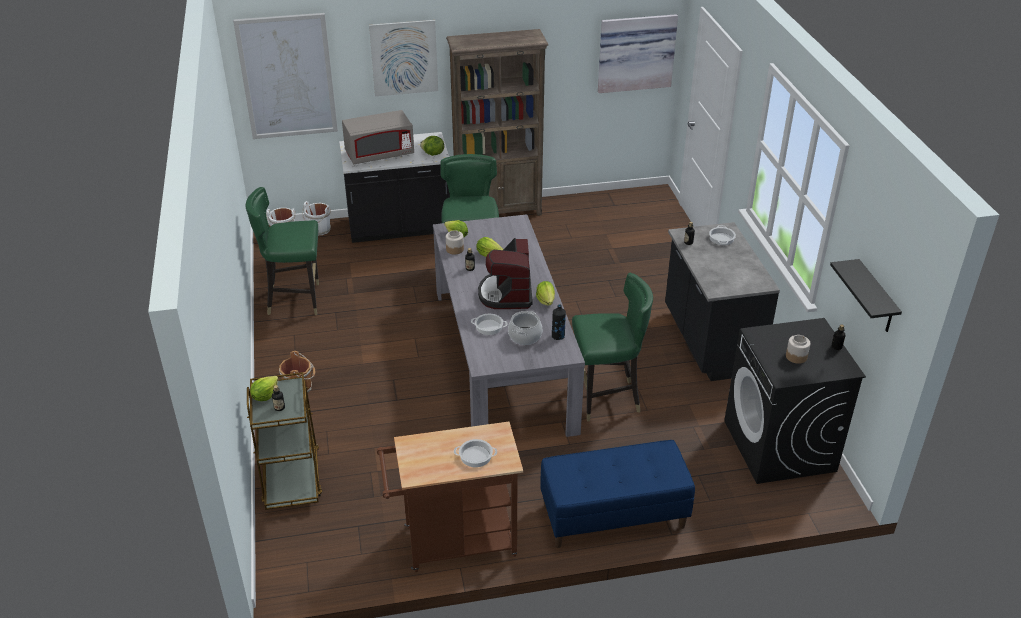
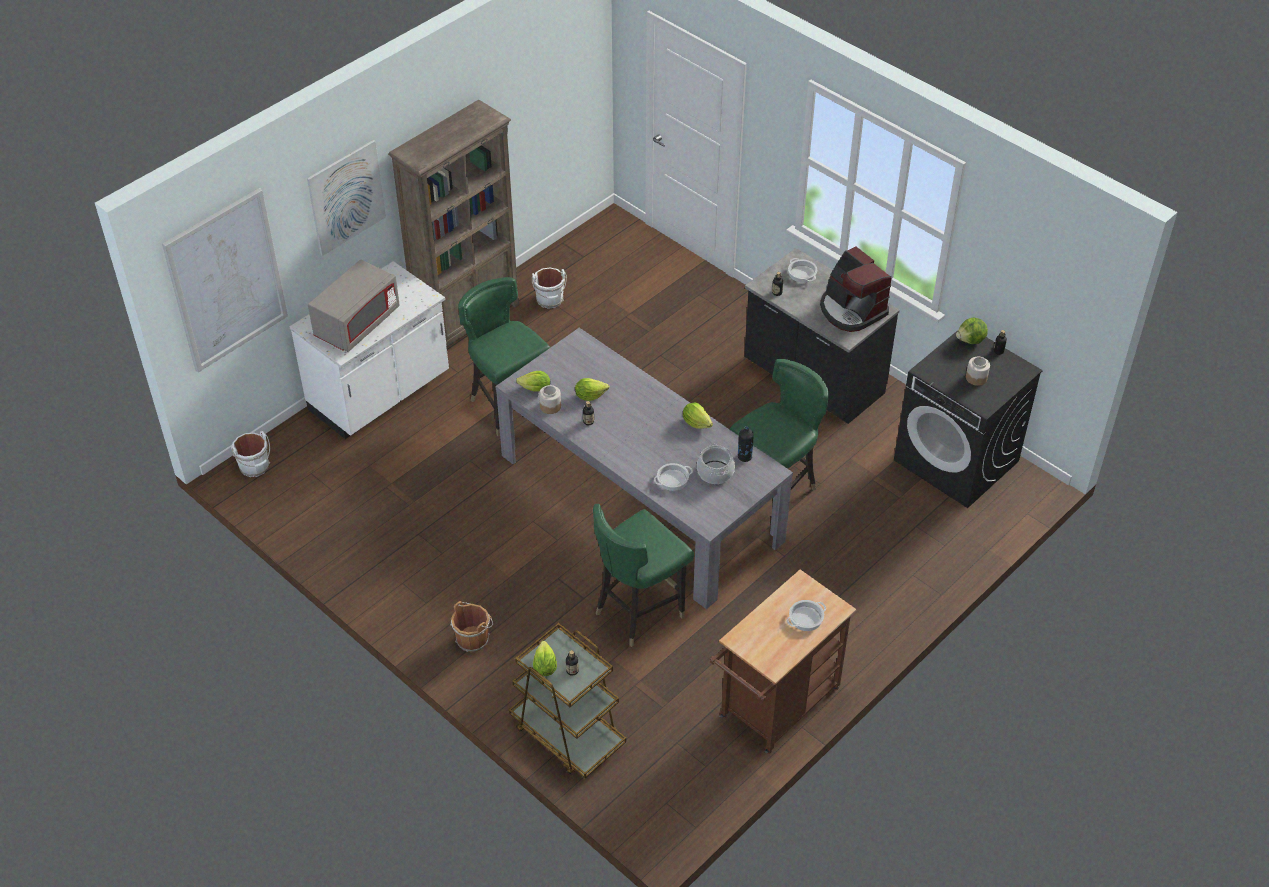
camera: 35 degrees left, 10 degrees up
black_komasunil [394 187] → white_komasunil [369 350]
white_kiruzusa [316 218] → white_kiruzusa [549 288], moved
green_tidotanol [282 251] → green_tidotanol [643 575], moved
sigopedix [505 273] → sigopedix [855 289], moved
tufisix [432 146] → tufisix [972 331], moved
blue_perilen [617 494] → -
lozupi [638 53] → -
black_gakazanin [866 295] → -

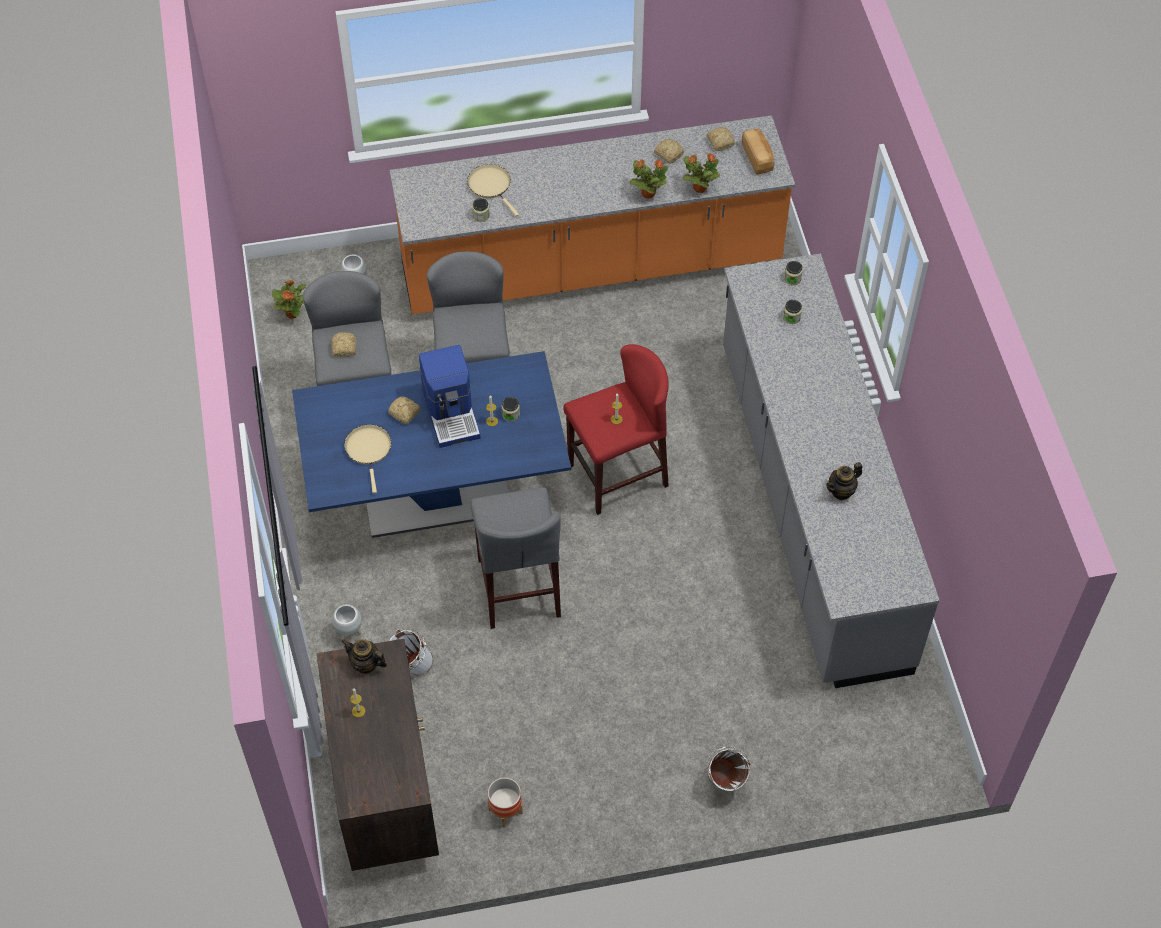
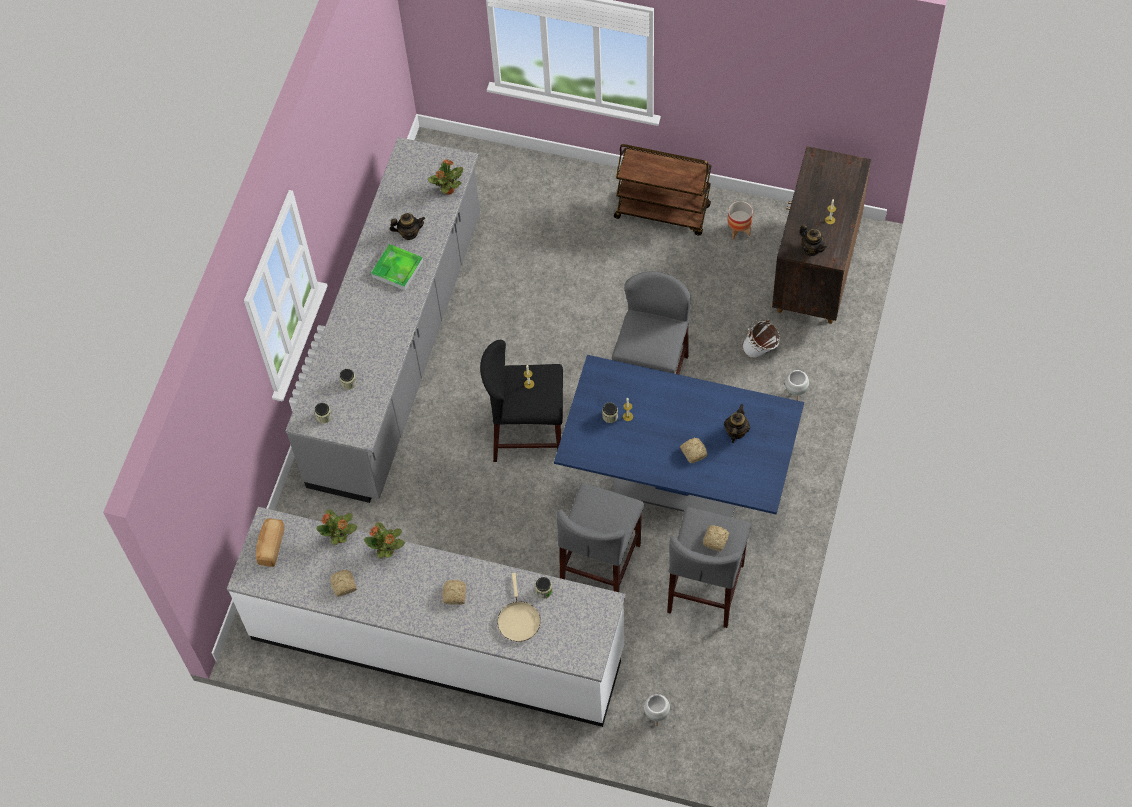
camera: 150 degrees left, 5 degrees up
orange_komasunil [592 214] → white_komasunil [426 617]
- → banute [397 267]
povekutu [289 299] → povekutu [445 177], moved
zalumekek [720 139] → zalumekek [454 592], moved
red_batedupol [616 429] → black_batedupol [521 401]
- → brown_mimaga [663 190]
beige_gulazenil [368 458] → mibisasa [737 423]
sigopedix [450 396] → -
white_kiruzusa [729 769] → -

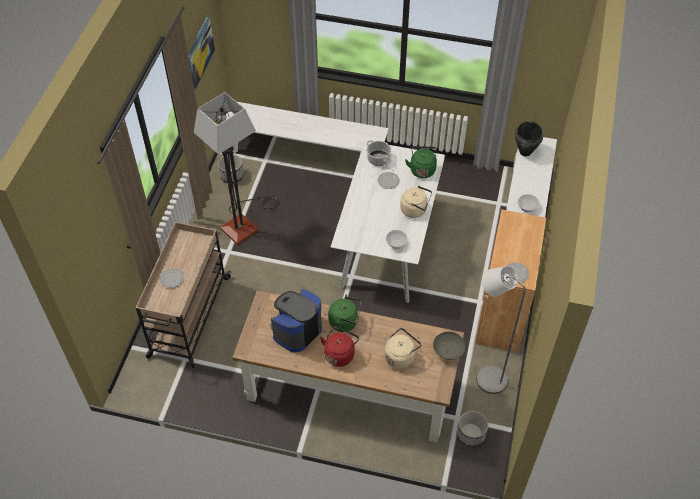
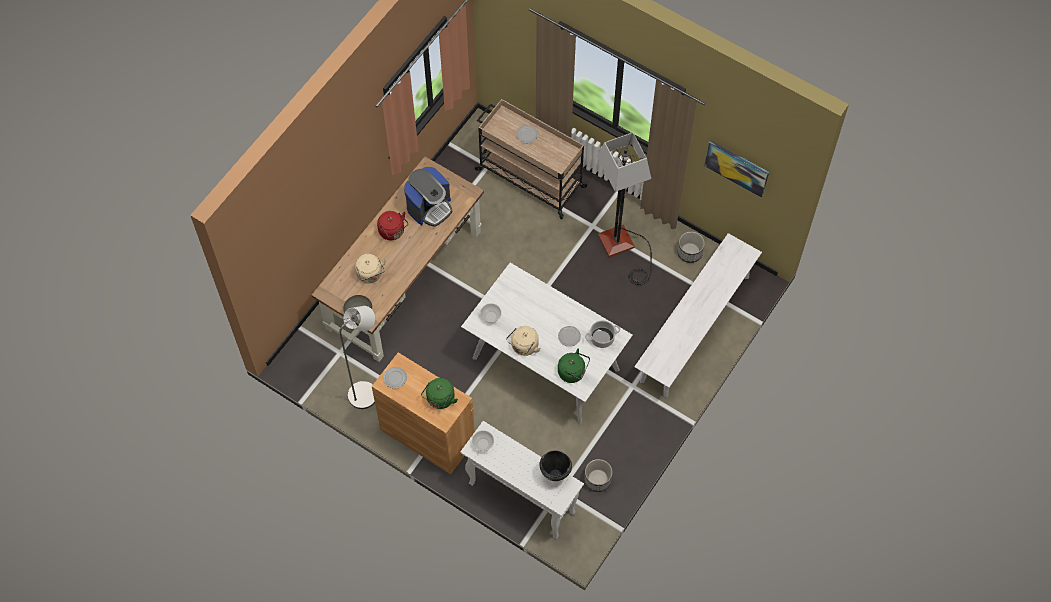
camera: 110 degrees right, 10 degrees up
sigopedix [296 320] → sigopedix [428 197], 75 degrees clockwise
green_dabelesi [344 313] → green_dabelesi [439 393], moved
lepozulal [472 429] → lepozulal [598 475], moved

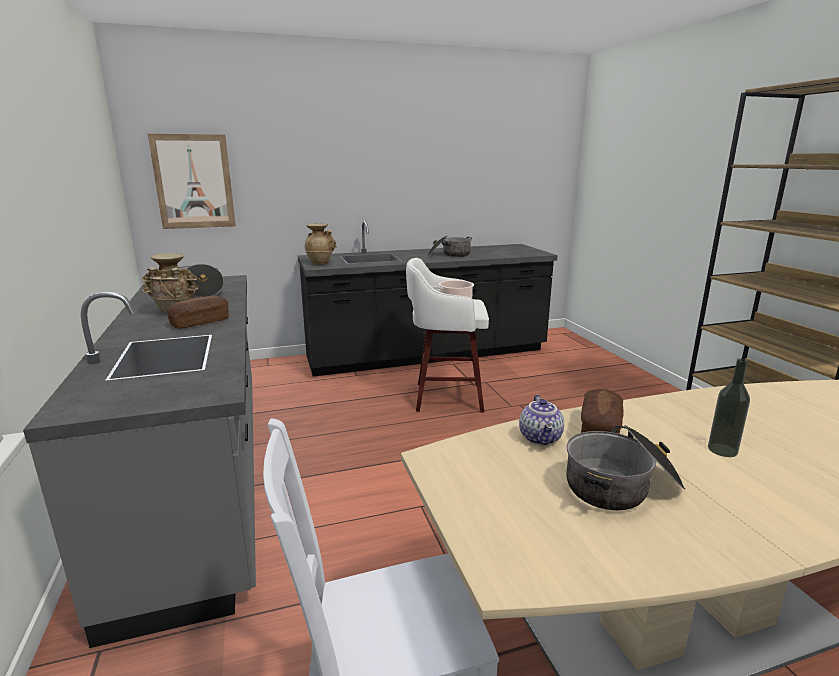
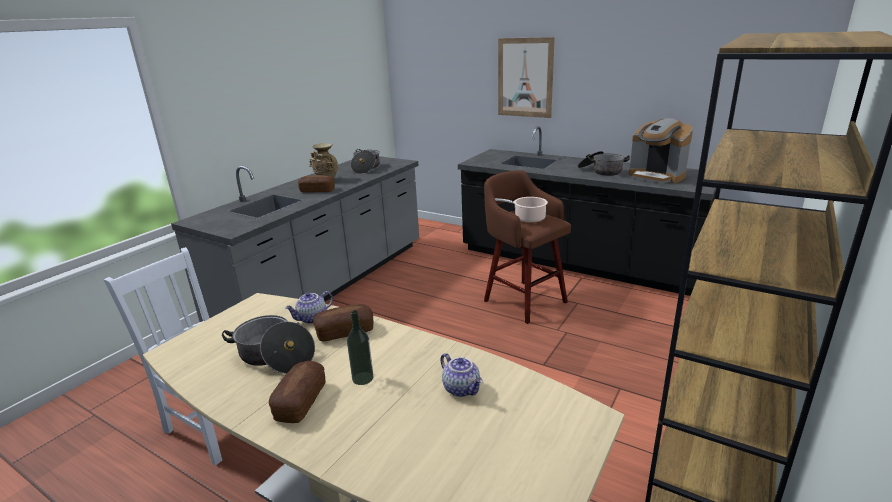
camera: 50 degrees right, 5 degrees up
- → zalumekek [297 392]
- → mibisasa [461 375]
white_batedupol [447 335] → brown_batedupol [527 247]
lozupi [192 181] → lozupi [526 77], moved
- → sigopedix [661 151]
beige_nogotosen [321 244] → -

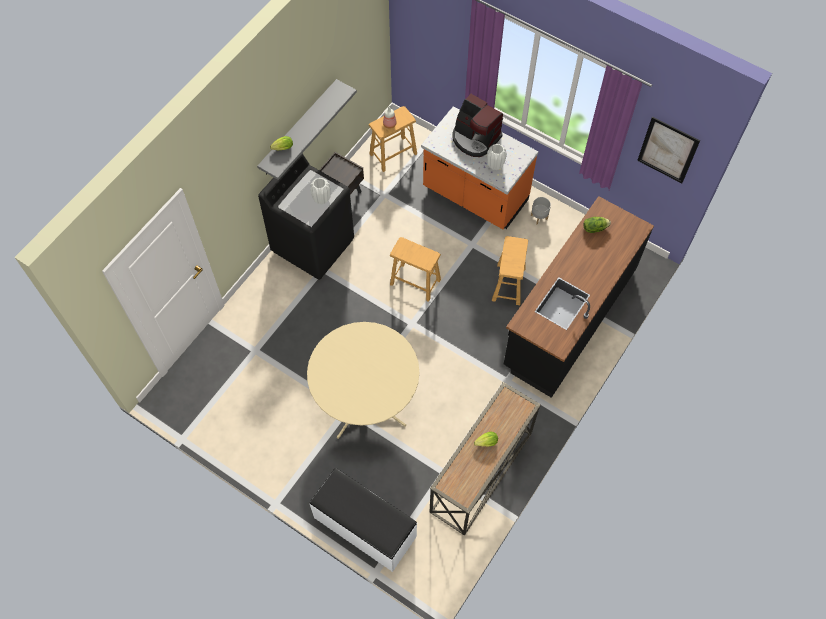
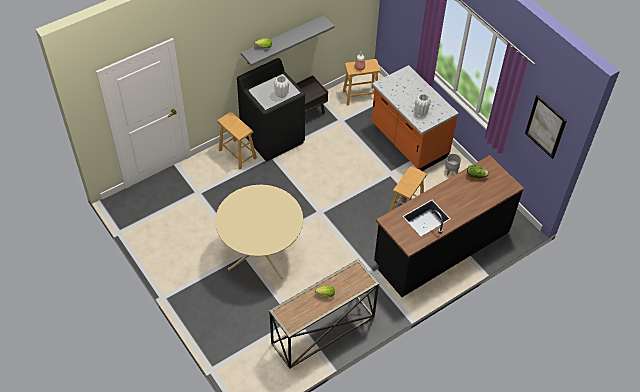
camera: 20 degrees right, 10 degrees down
brown_batedupol [415 269] → brown_batedupol [237 140], moved
white_perilen [363 520] → -
sigopedix [477 125] → -

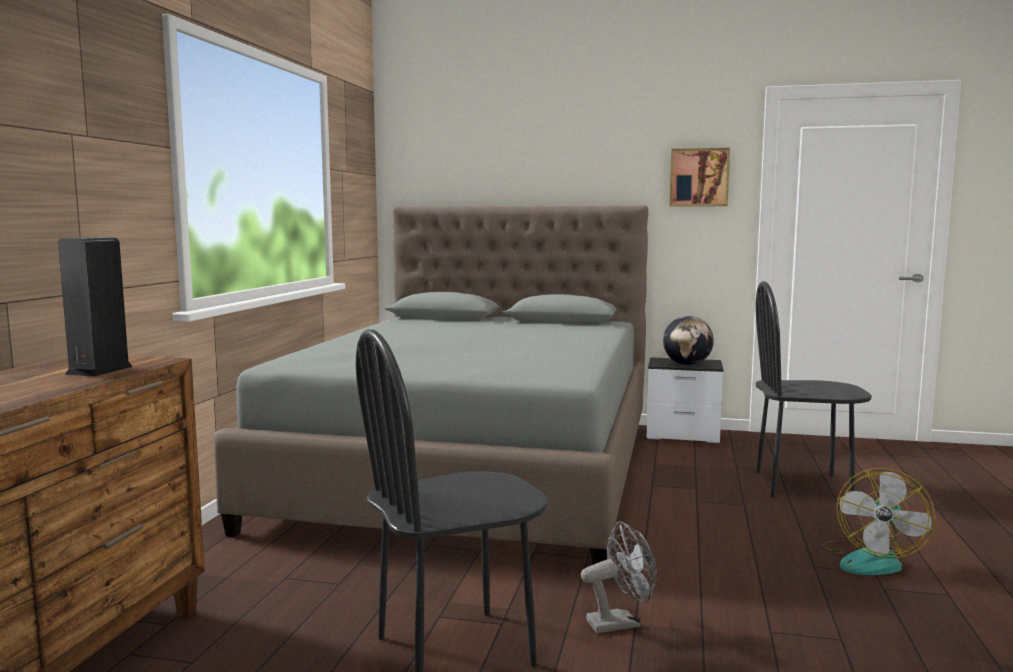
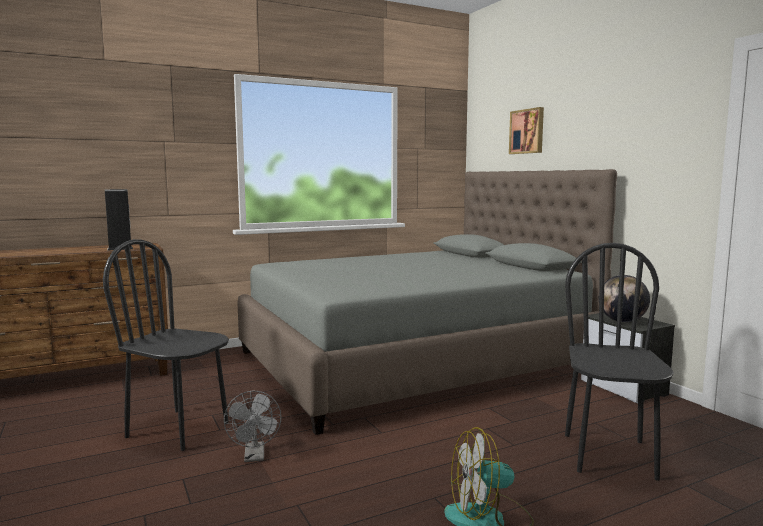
camera: 50 degrees right, 0 degrees up
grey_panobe [619 577] → grey_panobe [253 426], 45 degrees clockwise
lozupi [700 177] → lozupi [526 130], moved
black_tidotanol [813 389] → black_tidotanol [619 362], 45 degrees clockwise

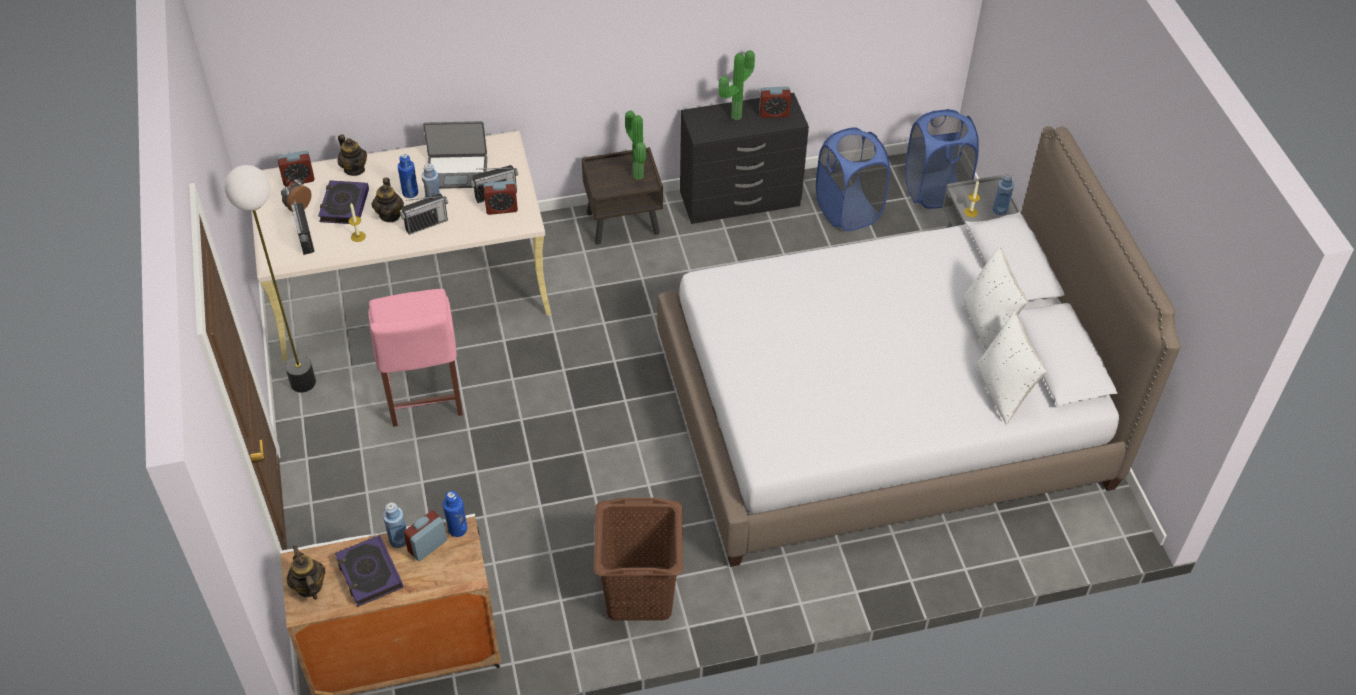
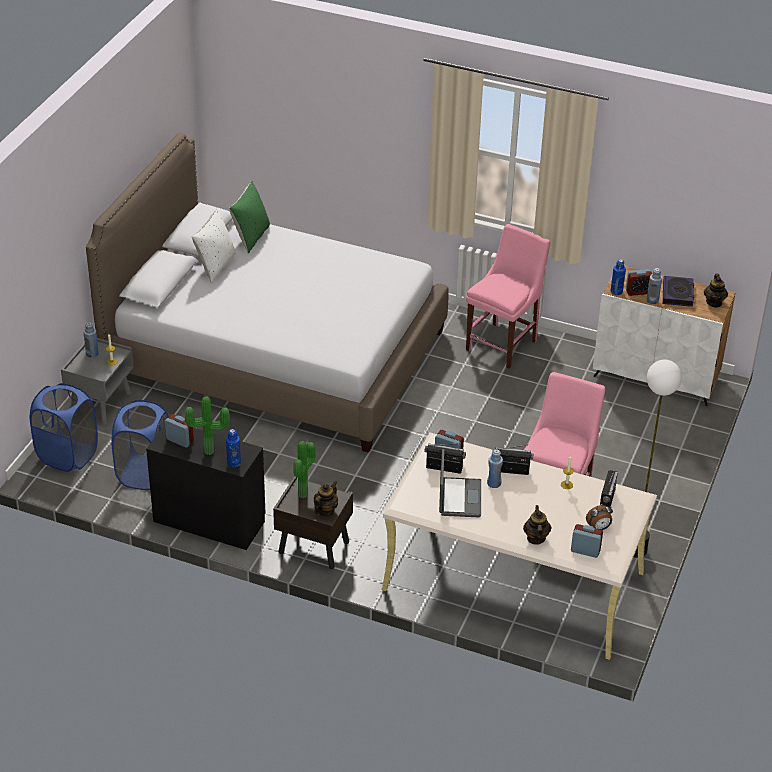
camera: 145 degrees left, 10 degrees down
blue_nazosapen [408 176] → blue_nazosapen [233 448], moved
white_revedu [1011 368] → green_revedu [249 217]
mibisasa [388 200] → mibisasa [326 498], moved
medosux [455 155] → medosux [460 483], 60 degrees clockwise
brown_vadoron [638 559] → pink_tidotanol [508 296]
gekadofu [343 202] → -

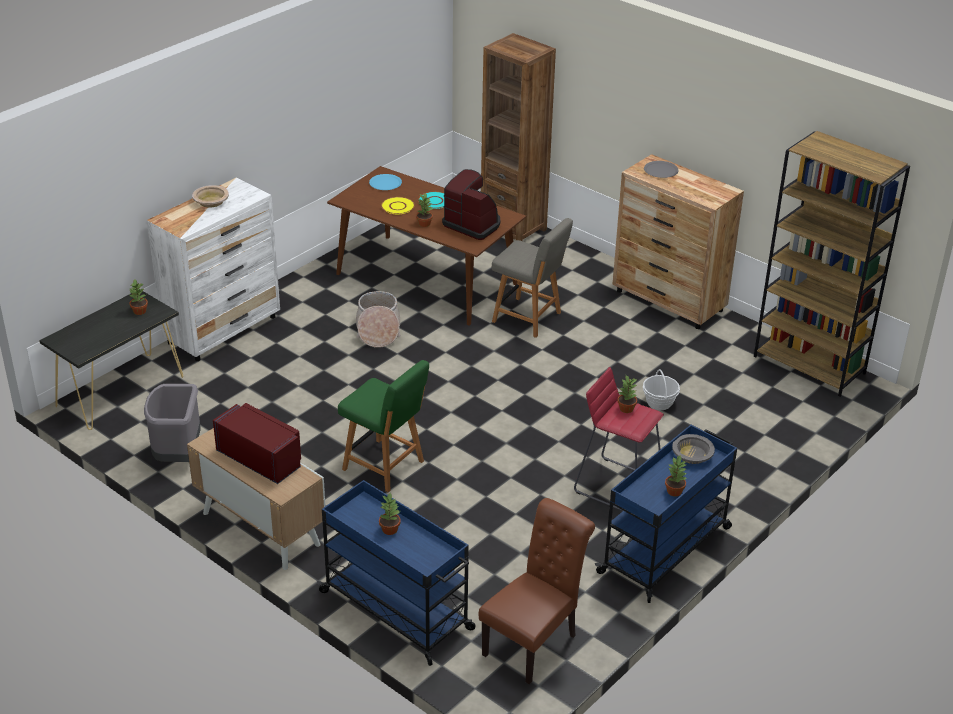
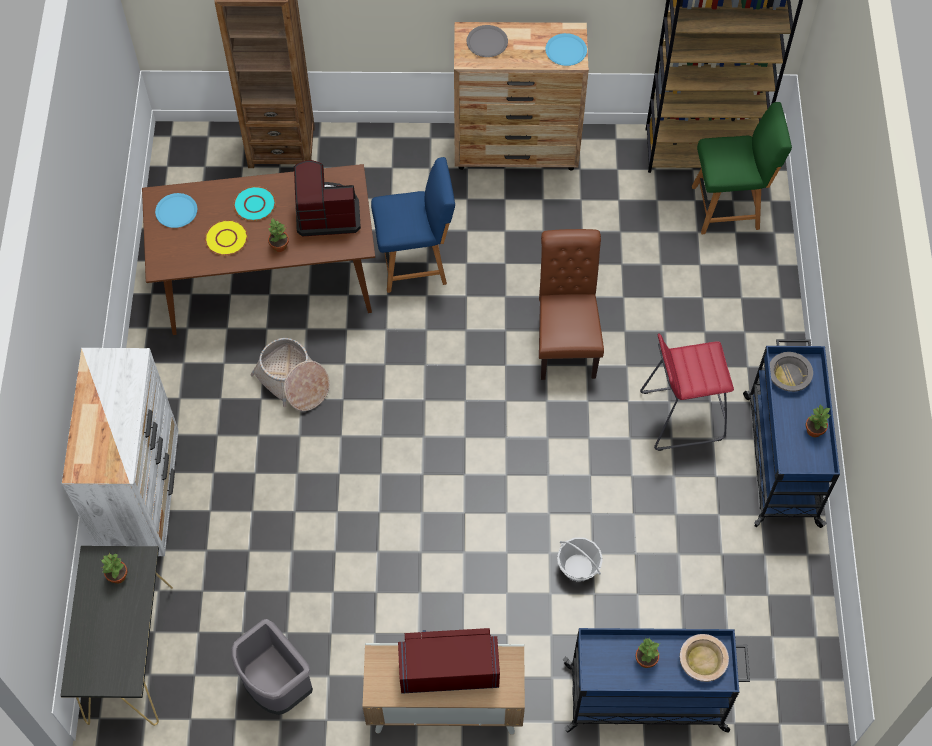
camera: 40 degrees left, 25 degrees up
grey_tidotanol [532 278] → blue_tidotanol [413 225]
brown_tidotanol [537 591] → brown_tidotanol [571 304], moved
- → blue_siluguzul [566 49]
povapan [661 389] → povapan [579 559], moved
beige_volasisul [210 196] → beige_volasisul [704 658], moved
green_tidotanol [383 426] → green_tidotanol [742 168], moved
povekutu [627 394] → -

